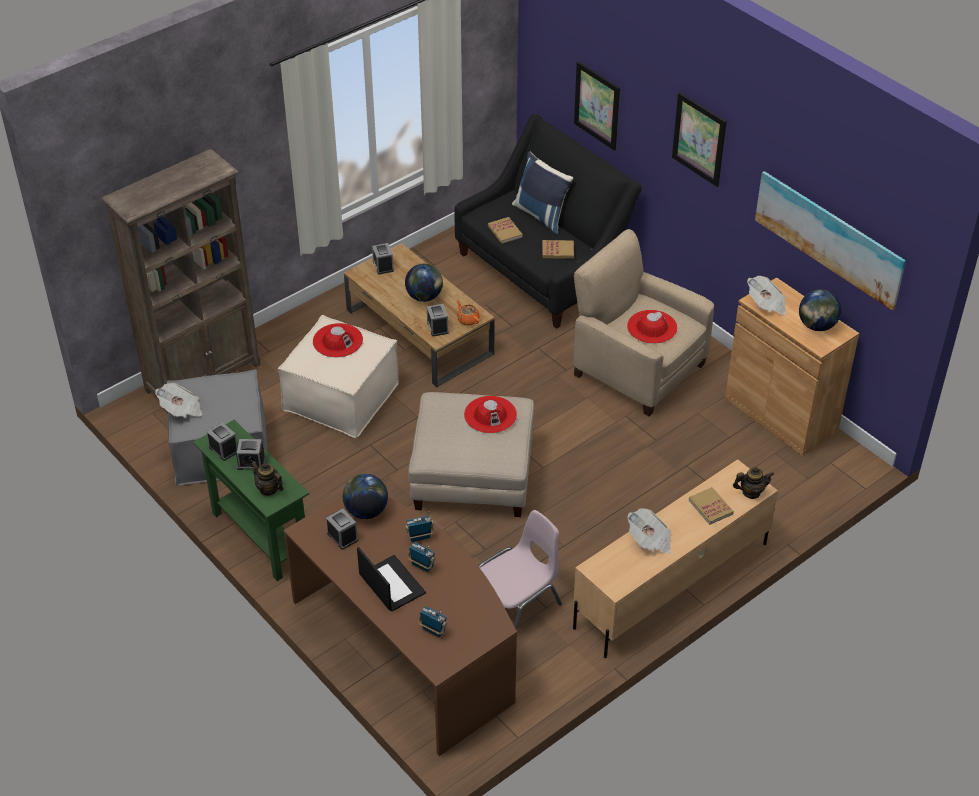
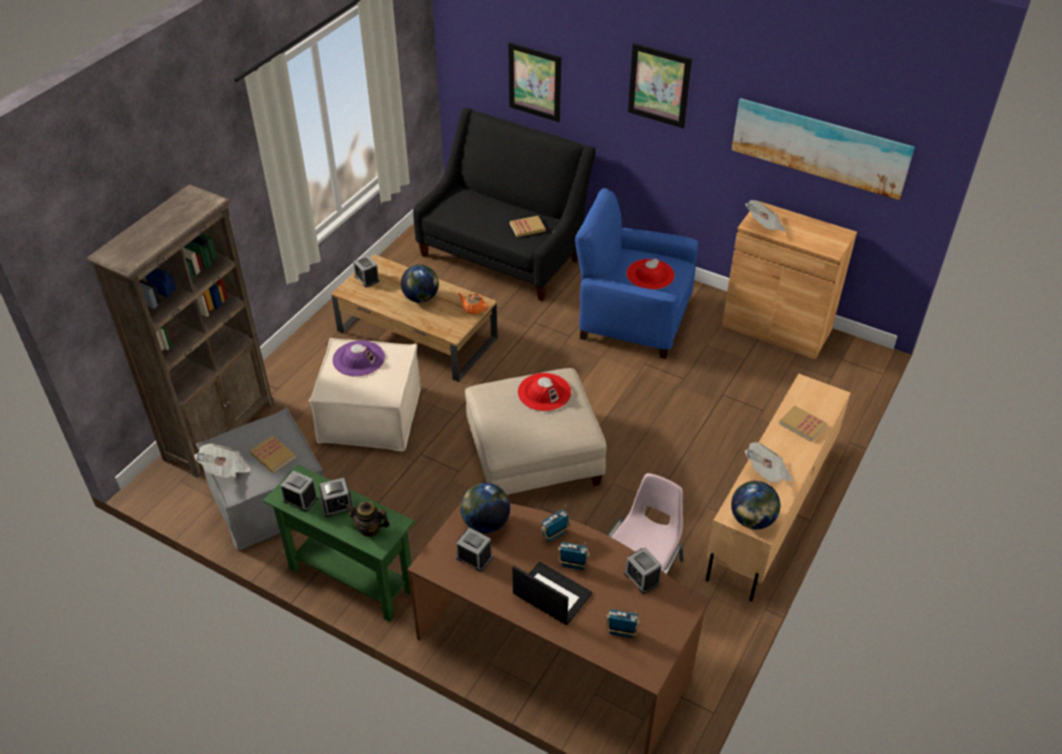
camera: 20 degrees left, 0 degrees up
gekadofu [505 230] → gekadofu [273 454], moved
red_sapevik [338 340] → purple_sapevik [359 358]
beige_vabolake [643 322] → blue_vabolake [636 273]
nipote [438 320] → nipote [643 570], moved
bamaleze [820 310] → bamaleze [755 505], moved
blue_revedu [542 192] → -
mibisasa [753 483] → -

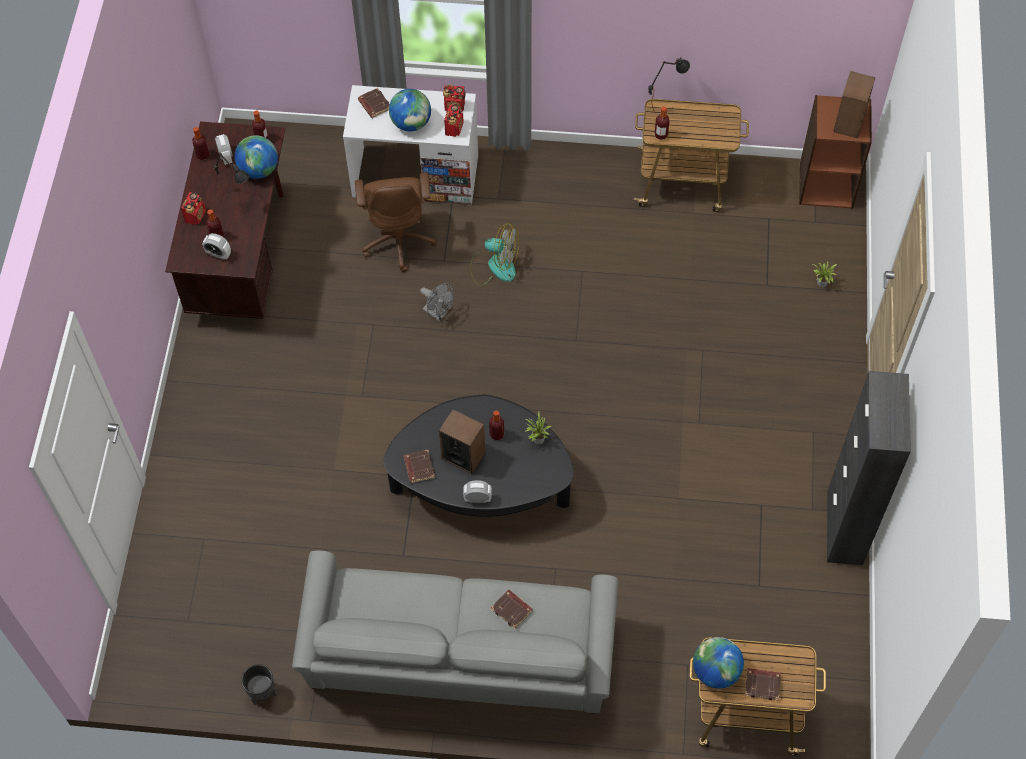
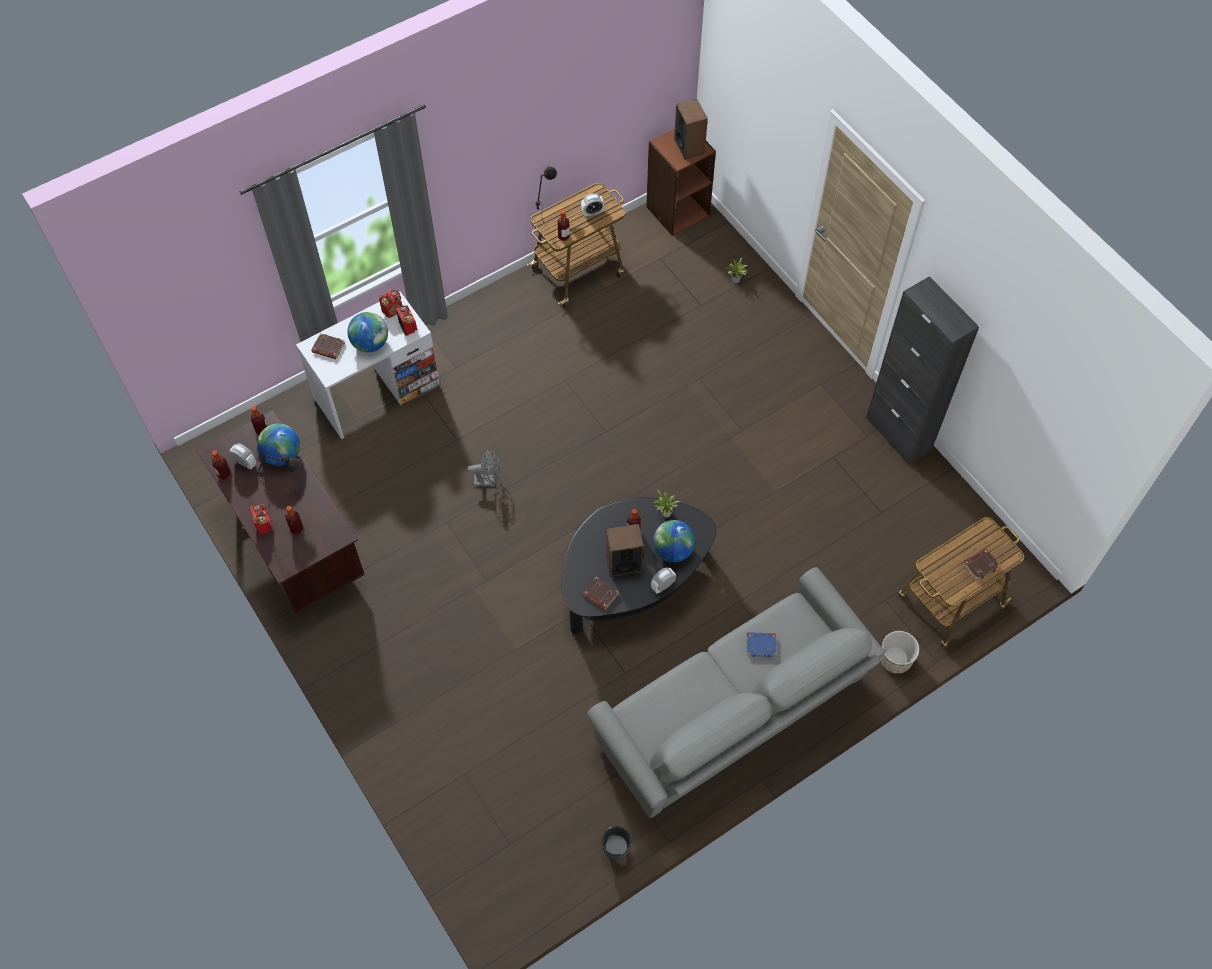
camera: 40 degrees left, 0 degrees up
nipote [216 246] → nipote [593 205], moved
bamaleze [718 663] → bamaleze [674 541], moved
brown_gekadofu [512 609] → blue_gekadofu [761 645]
- → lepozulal [899 652]
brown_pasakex [396 222] → -
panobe [494 254] → -

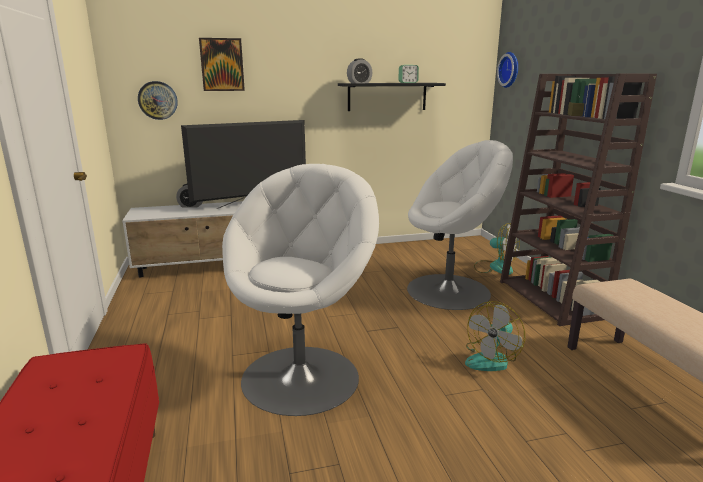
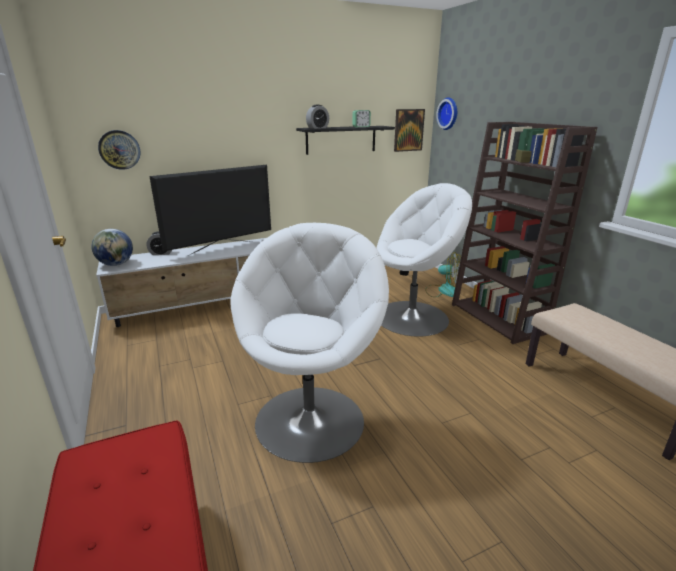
camera: 10 degrees left, 5 degrees up
- → bamaleze [112 247]
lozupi [222 64] → lozupi [409 130], moved
panobe [495 336] → -

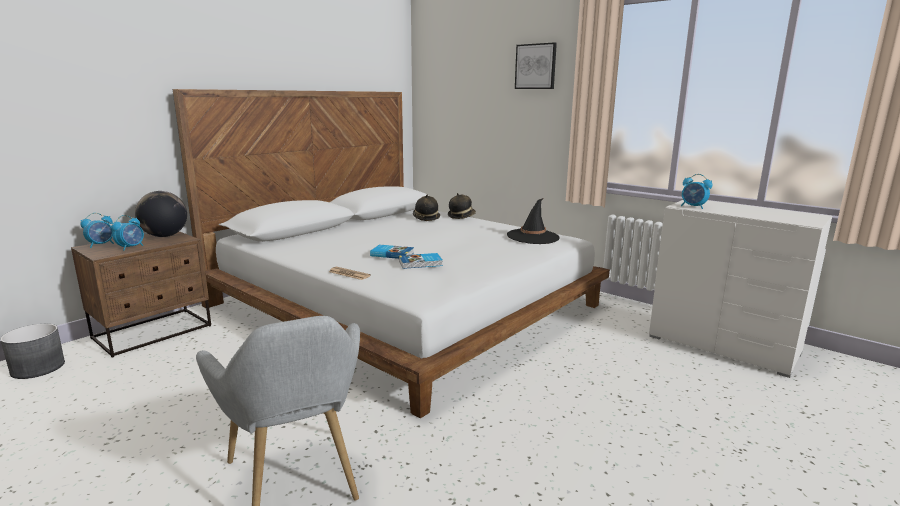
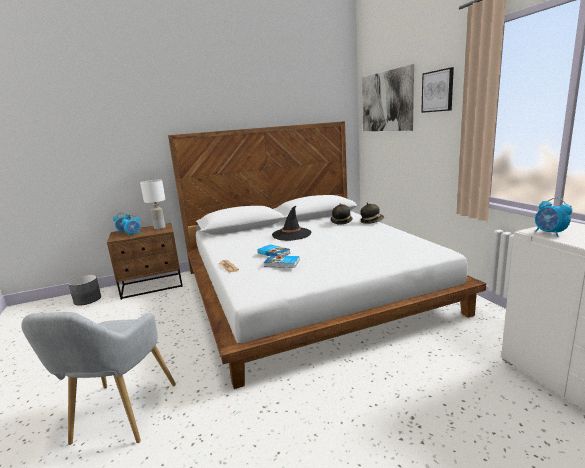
camera: 30 degrees right, 0 degrees up
bamaleze [161 214] → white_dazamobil [153 204]
black_sapevik [533 221] → black_sapevik [291 223], moved
- → lozupi [388 97]

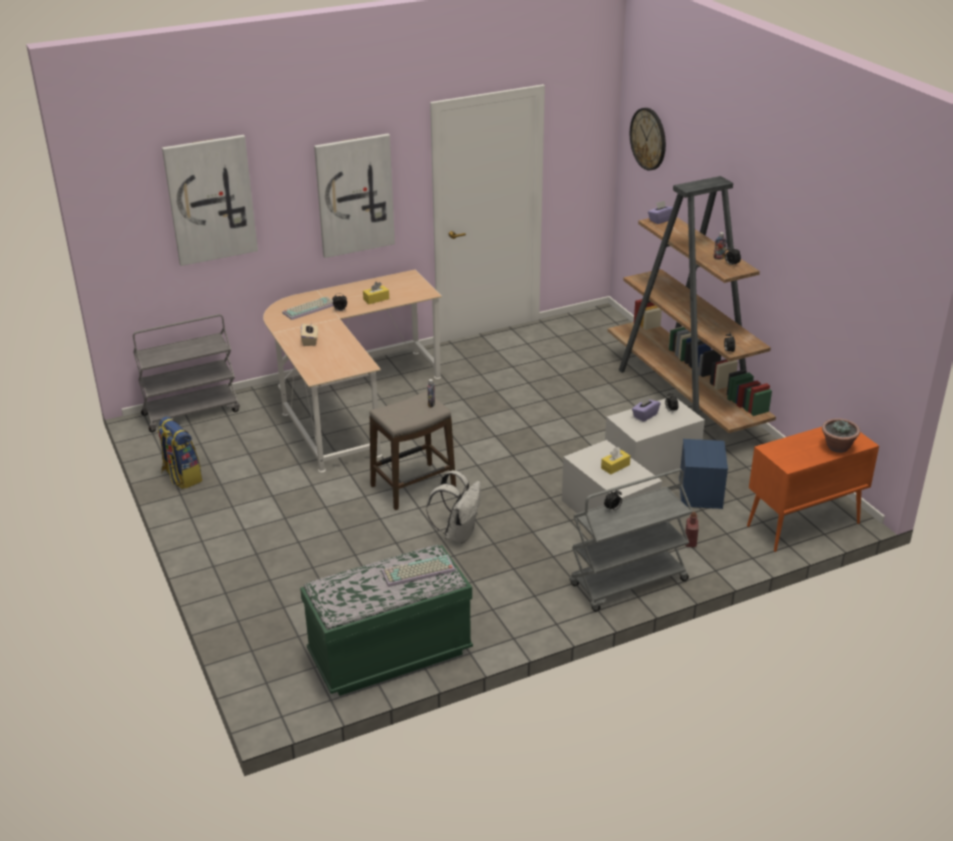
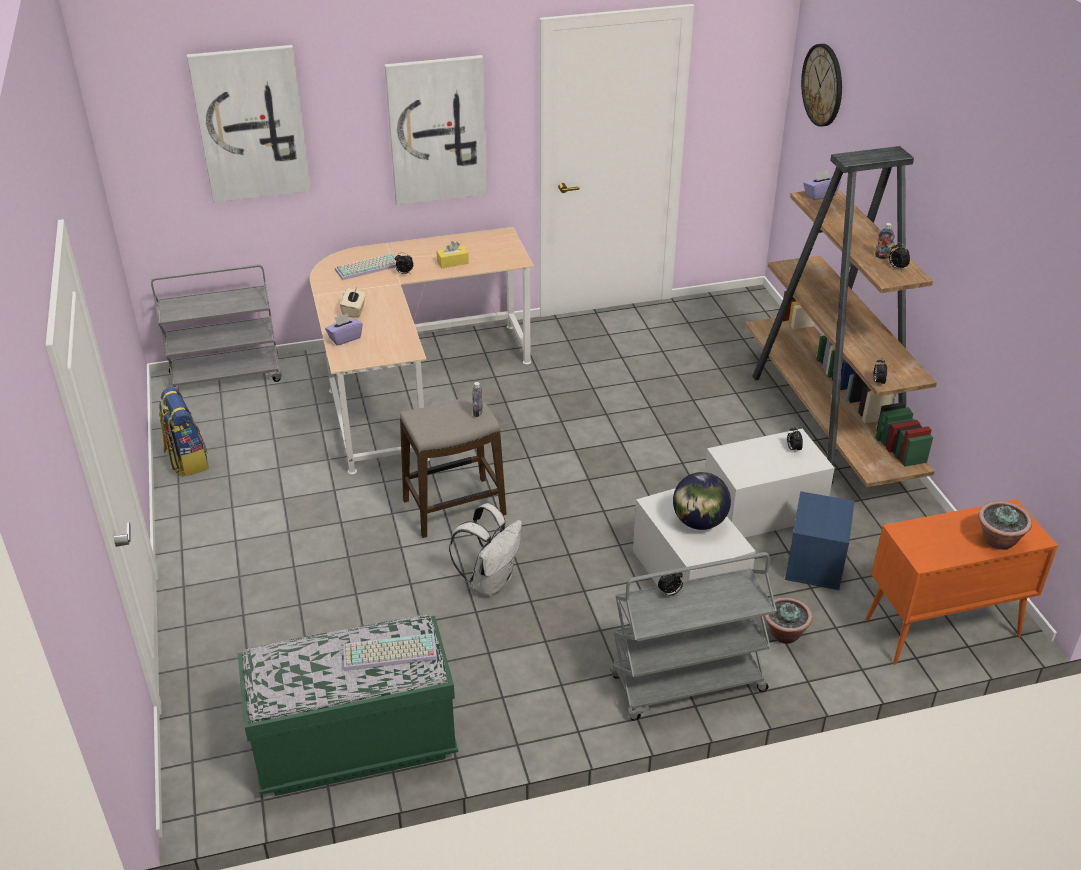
camera: 10 degrees right, 5 degrees up
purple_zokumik [646 408] → purple_zokumik [344 329], moved
yellow_zokumik [616 460] → bamaleze [702 501]
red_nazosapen [692 529] → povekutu [788 621]

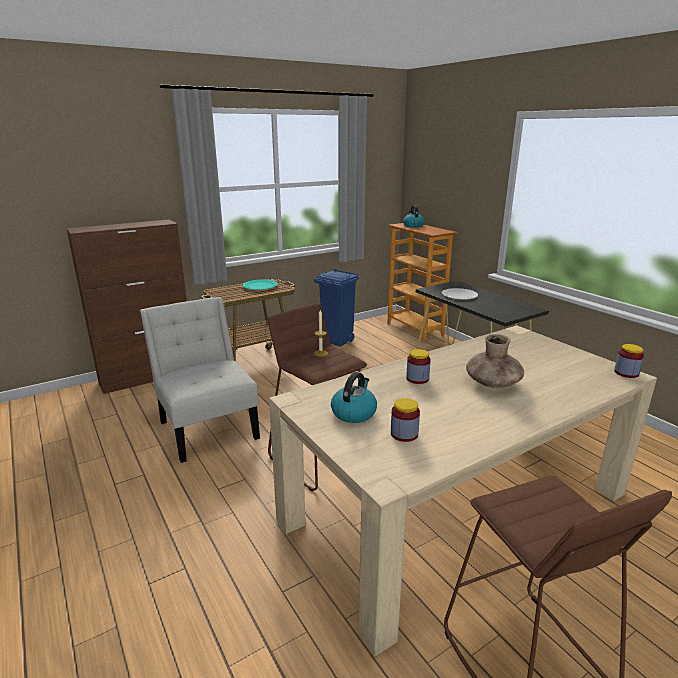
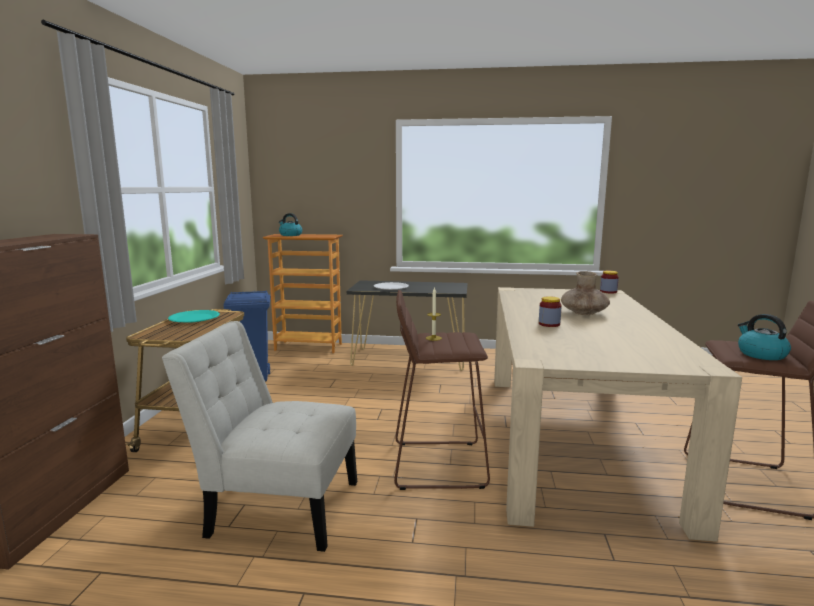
camera: 50 degrees left, 10 degrees down
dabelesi [354 397] → dabelesi [764 337], moved
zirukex [405 420] → -

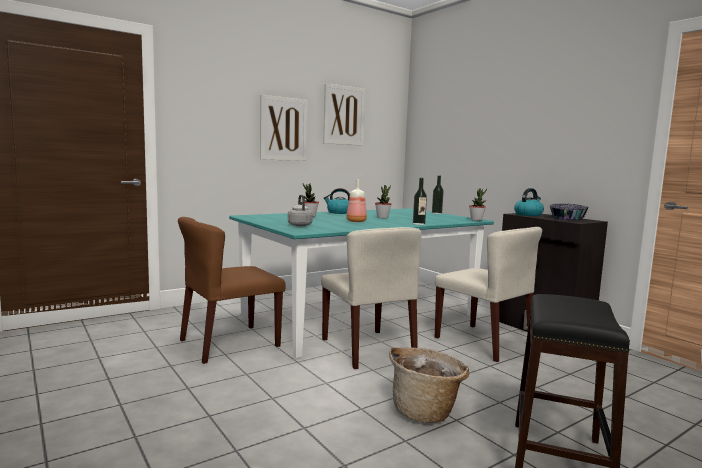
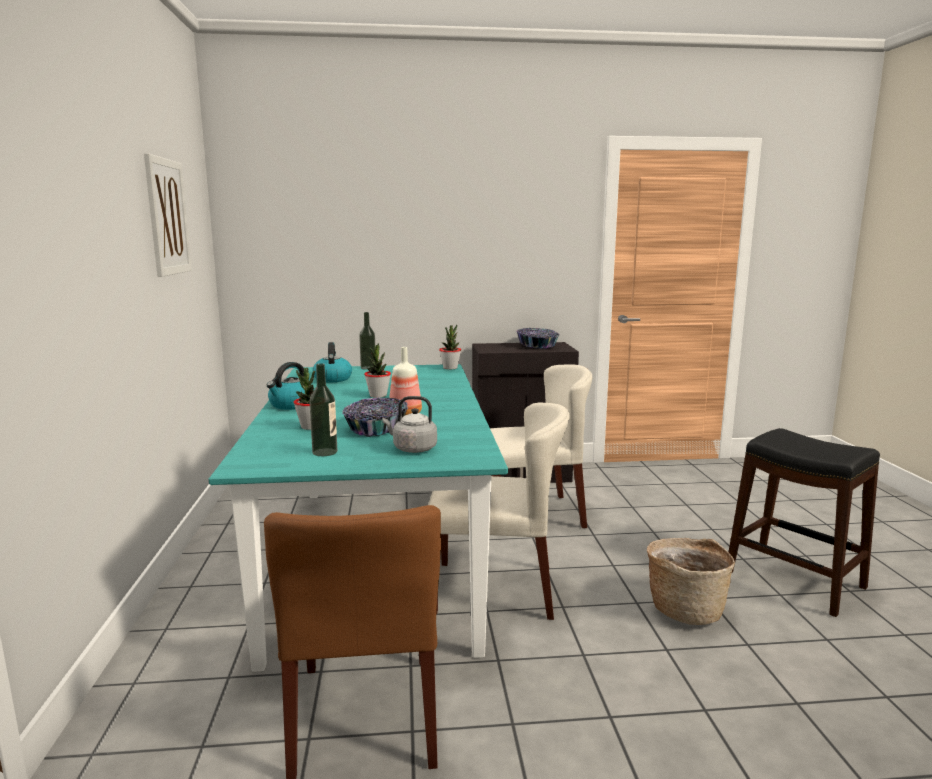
camera: 60 degrees left, 5 degrees up
nazosapen [420 201] → nazosapen [323 409], moved
dabelesi [529 202] → dabelesi [332 362], moved
- → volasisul [375 417]
lozupi [283 128] → -

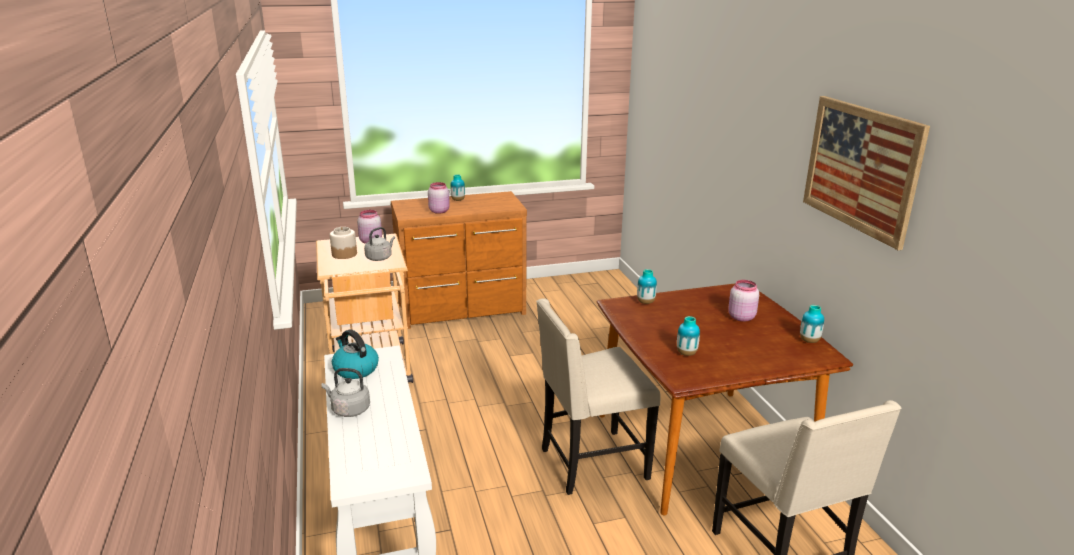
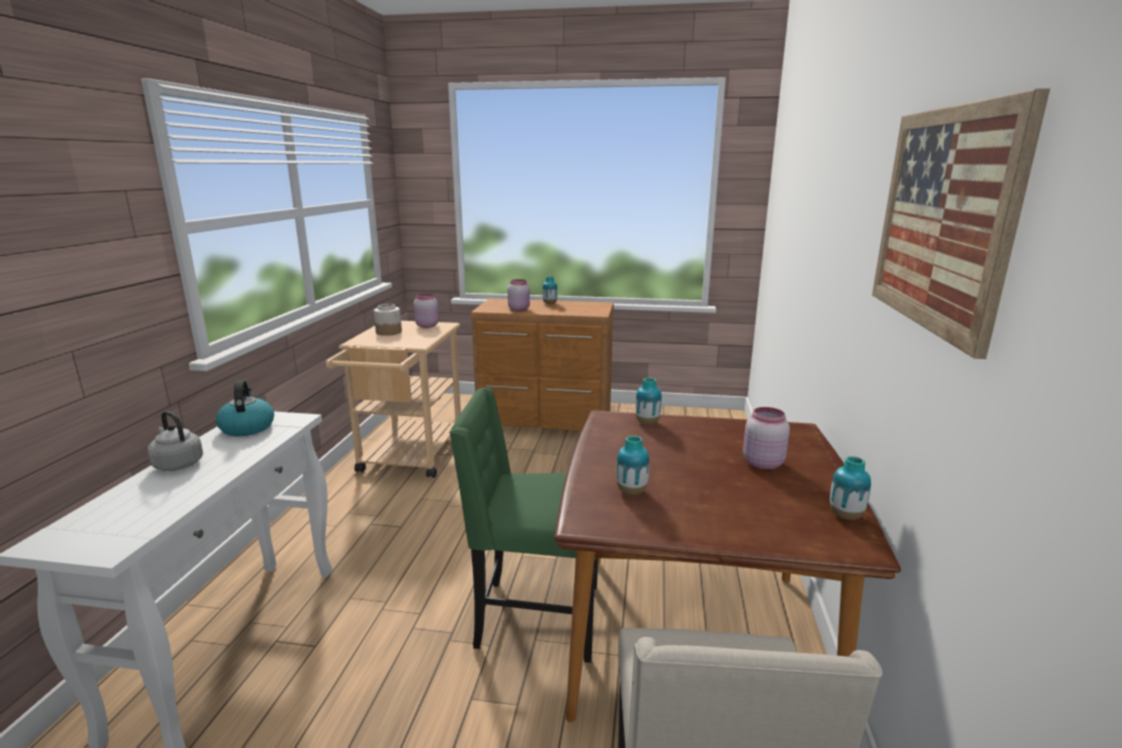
camera: 25 degrees right, 5 degrees down
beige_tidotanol [598 396] → green_tidotanol [523 525]
grey_dabelesi [379 244] → -

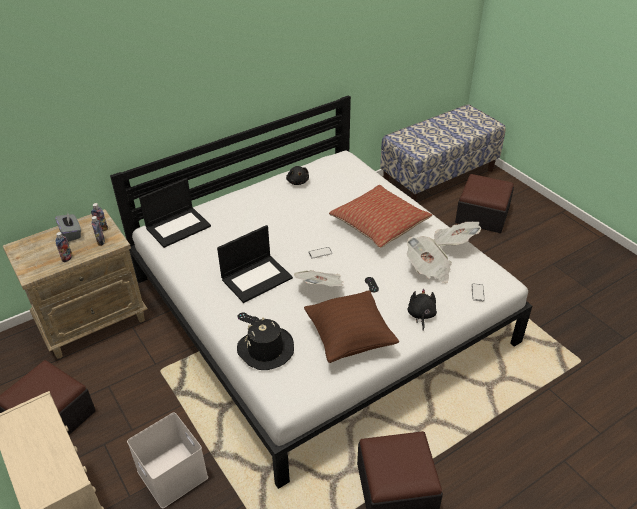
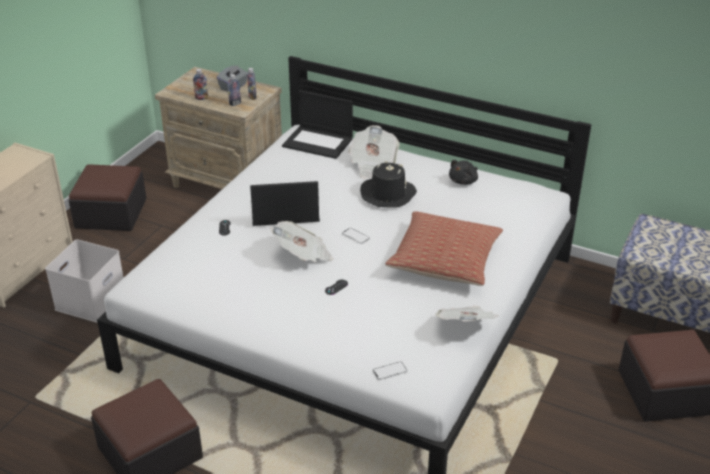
camera: 60 degrees right, 5 degrees down
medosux [255 264] → medosux [285 203], 150 degrees clockwise
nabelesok [429 259] → nabelesok [374 152], moved
black_sapevik [265 344] → black_sapevik [388 184], moved
brown_revedu [351 326] → -
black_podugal [422 309] → -

